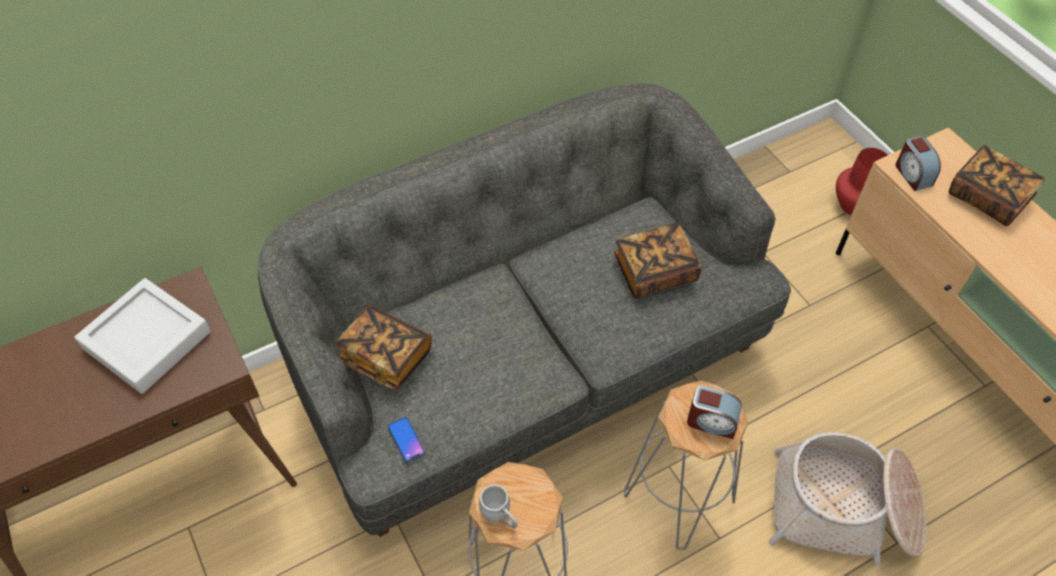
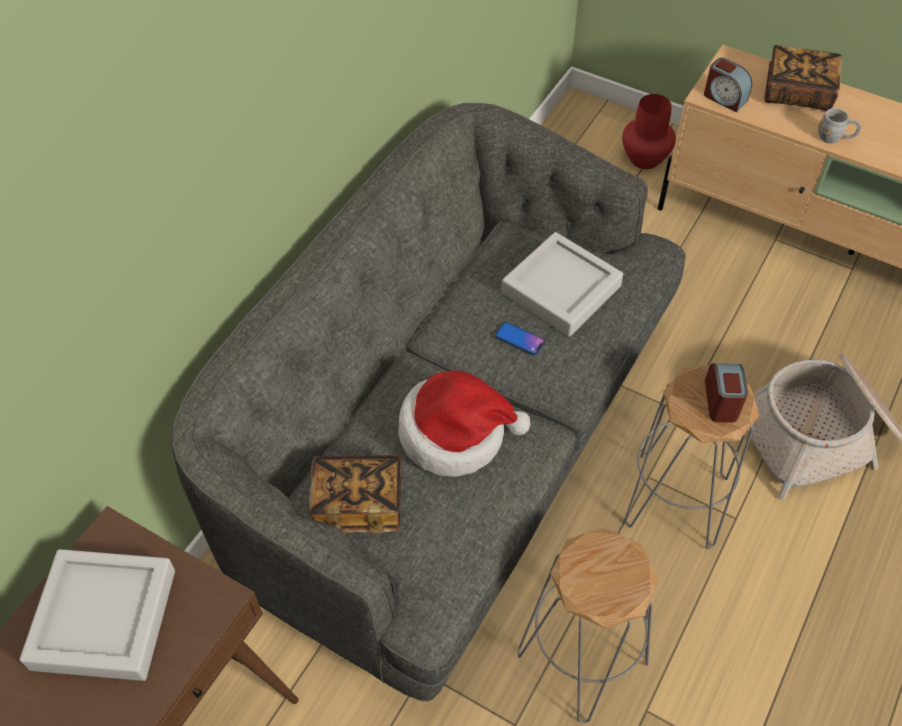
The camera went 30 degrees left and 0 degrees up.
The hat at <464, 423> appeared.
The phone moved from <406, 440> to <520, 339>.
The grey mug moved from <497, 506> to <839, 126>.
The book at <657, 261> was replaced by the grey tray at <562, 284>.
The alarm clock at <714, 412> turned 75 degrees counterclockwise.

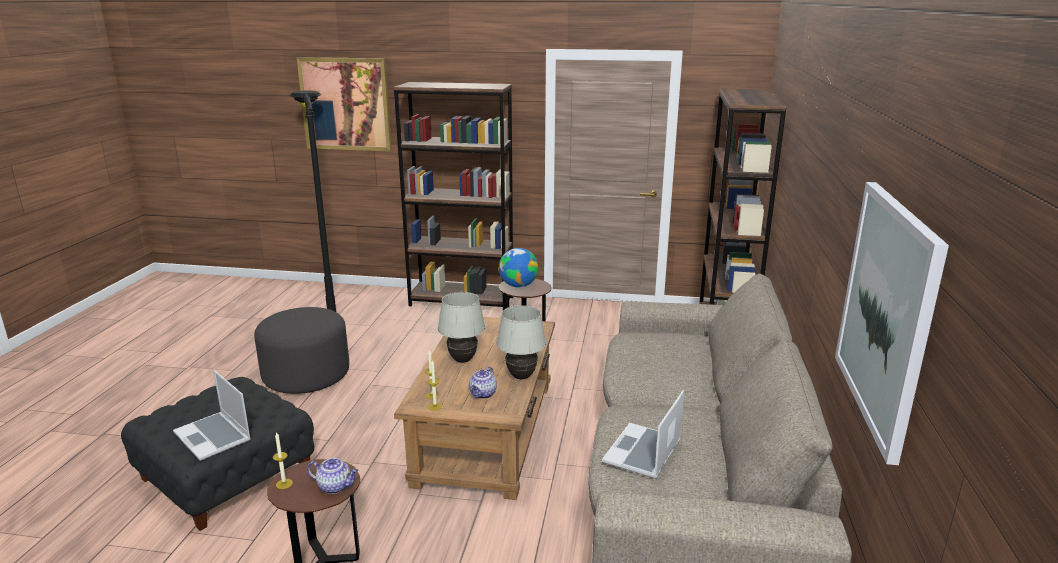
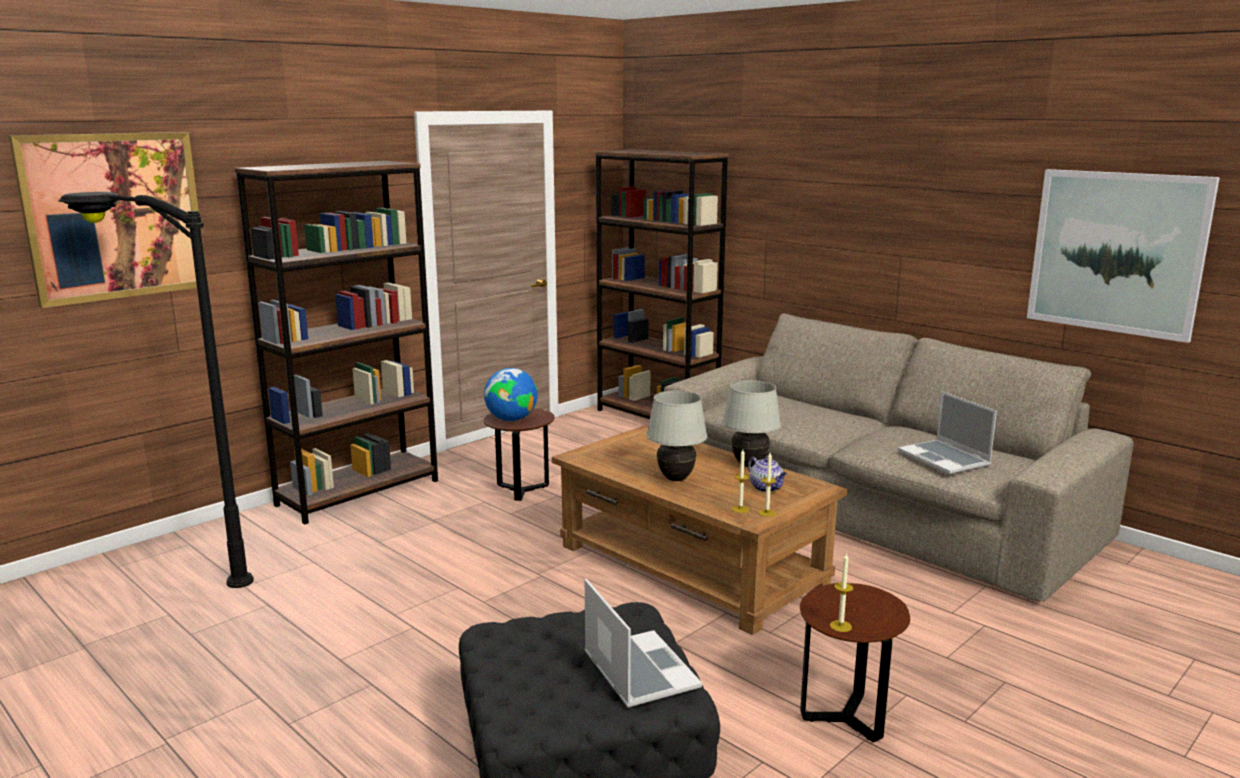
The camera went 55 degrees left and 5 degrees down.
The grey ottoman at <301, 350> disappeared.
The teapot at <332, 476> disappeared.
The laptop at <212, 415> turned 105 degrees counterclockwise.

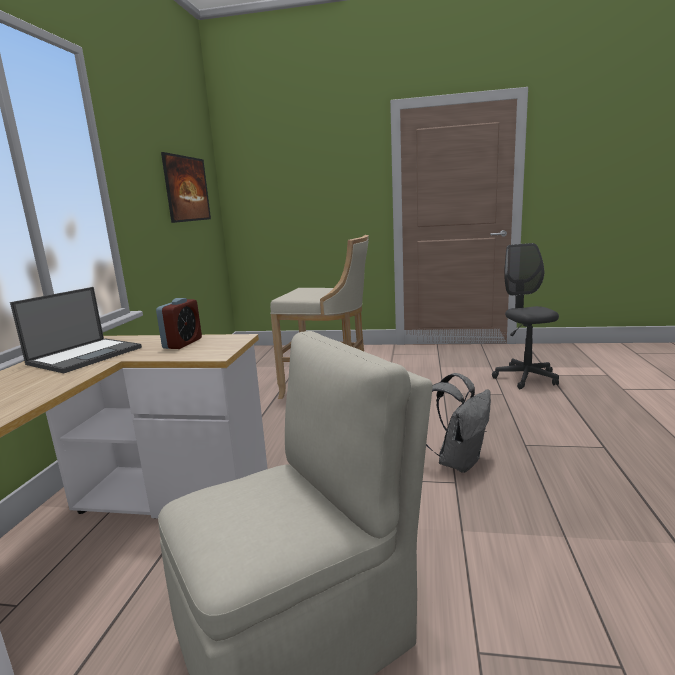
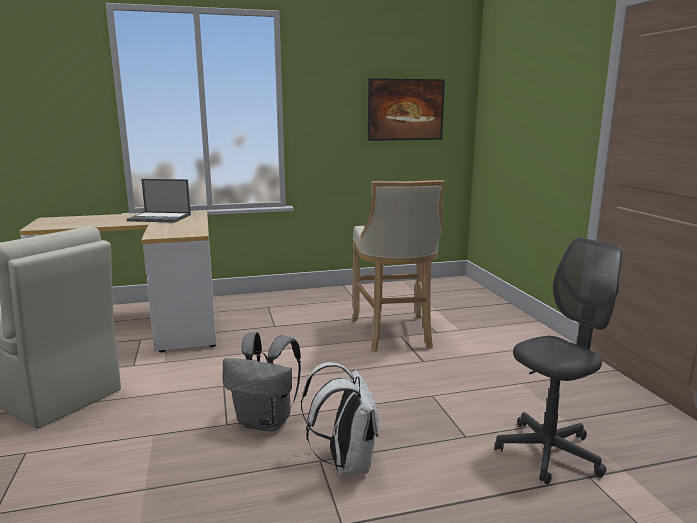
The camera went 65 degrees right and 0 degrees up.
The alarm clock at <179, 323> disappeared.
The white backpack at <340, 419> appeared.

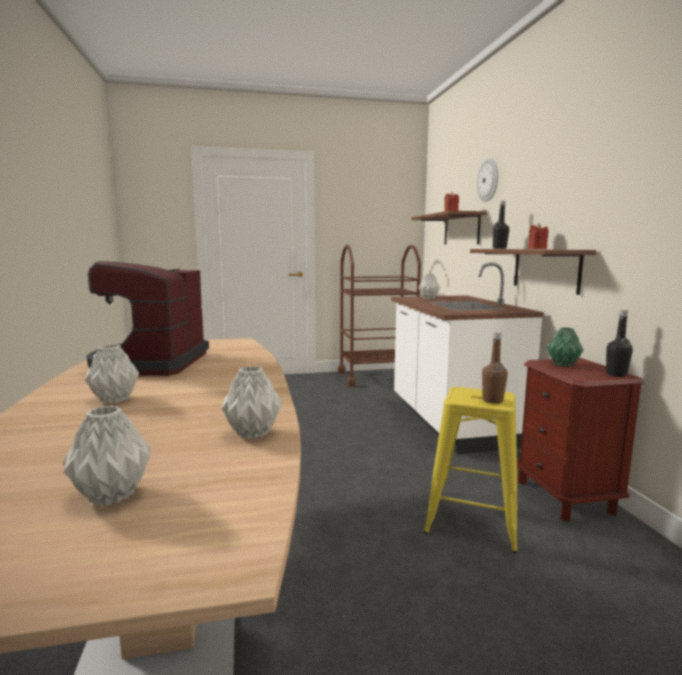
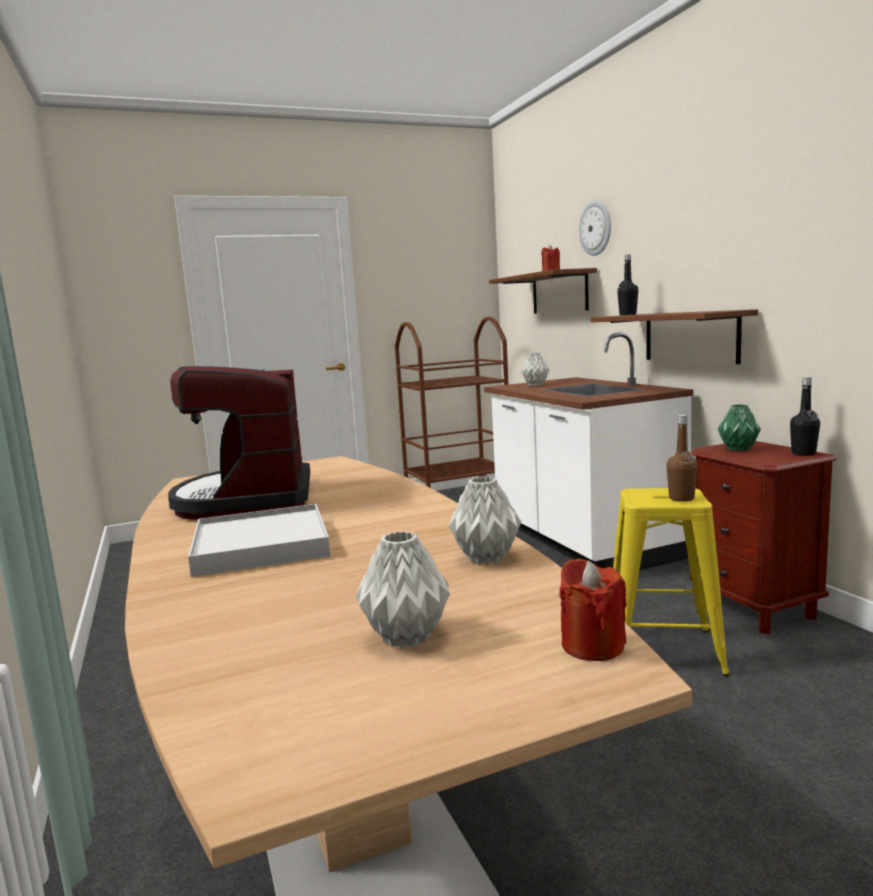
The camera went 10 degrees left and 0 degrees up.
The red candle moved from <538, 236> to <593, 610>.
The grey vase at <112, 373> was replaced by the white tray at <259, 540>.

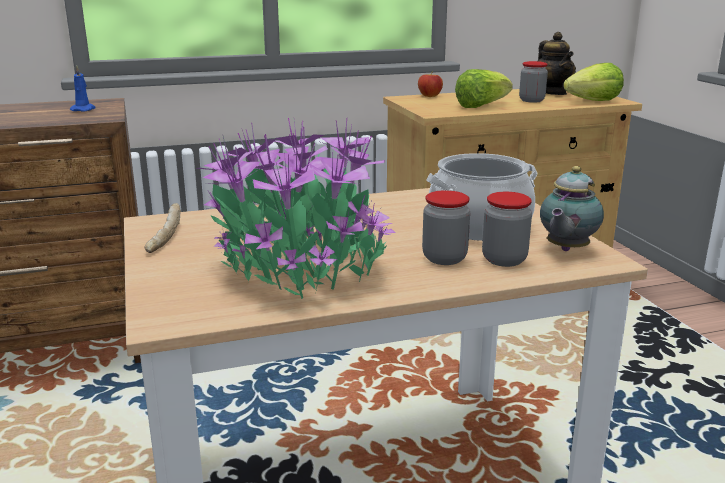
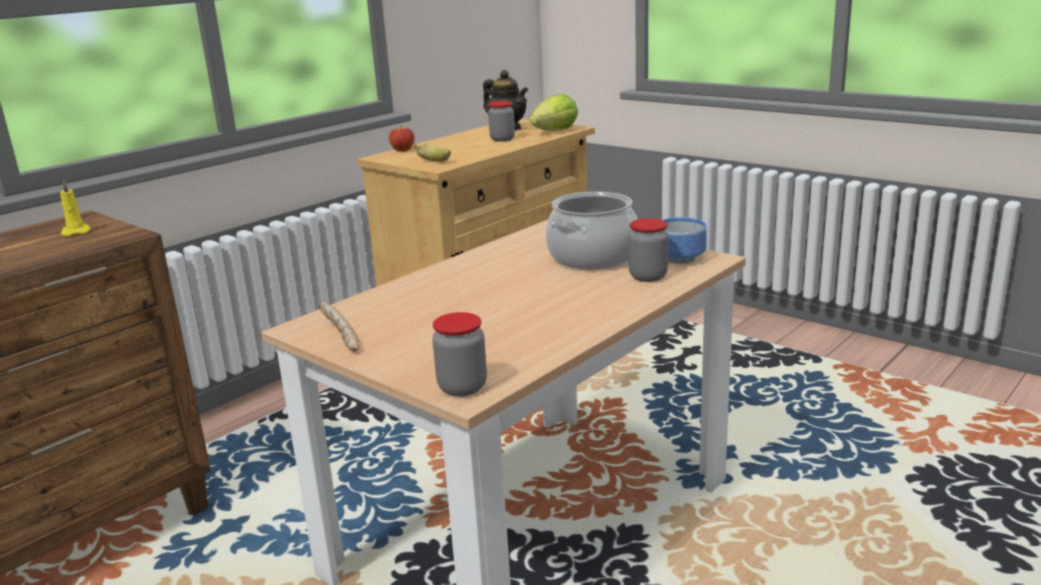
The camera went 30 degrees left and 0 degrees up.
The potted plant at <295, 208> disappeared.
The lettuce at <484, 88> disappeared.
The banana at <432, 152> appeared.
The jar moved from <446, 227> to <459, 354>.
The teapot at <572, 208> was replaced by the bowl at <685, 240>.
The blue candle at <83, 89> became the yellow candle at <75, 208>.

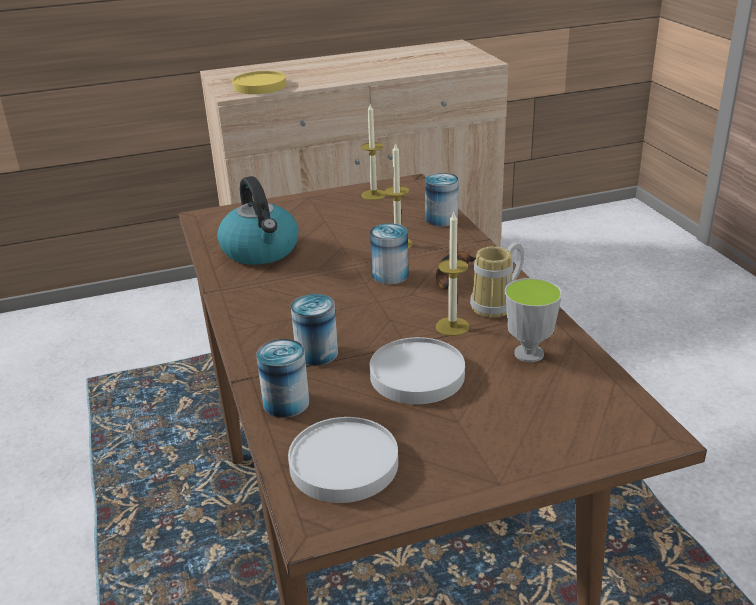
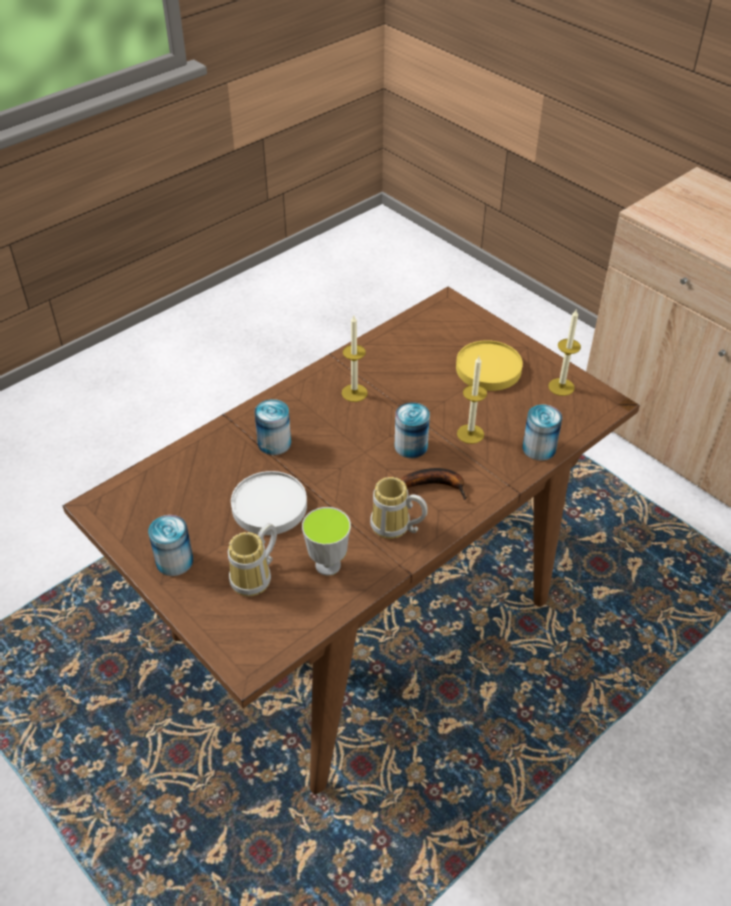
The camera went 65 degrees right and 15 degrees up.
The kettle at <258, 220> disappeared.
The white plate at <343, 460> disappeared.
The mug at <252, 559> appeared.
The yellow plate moved from <259, 82> to <489, 365>.
The can moved from <282, 378> to <170, 545>.
The candle moved from <452, 273> to <355, 359>.

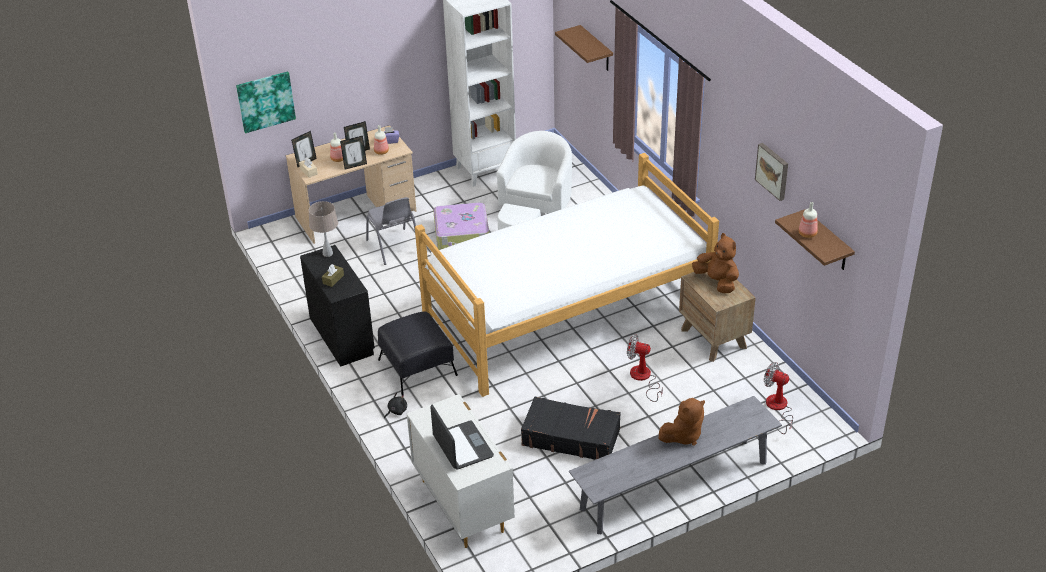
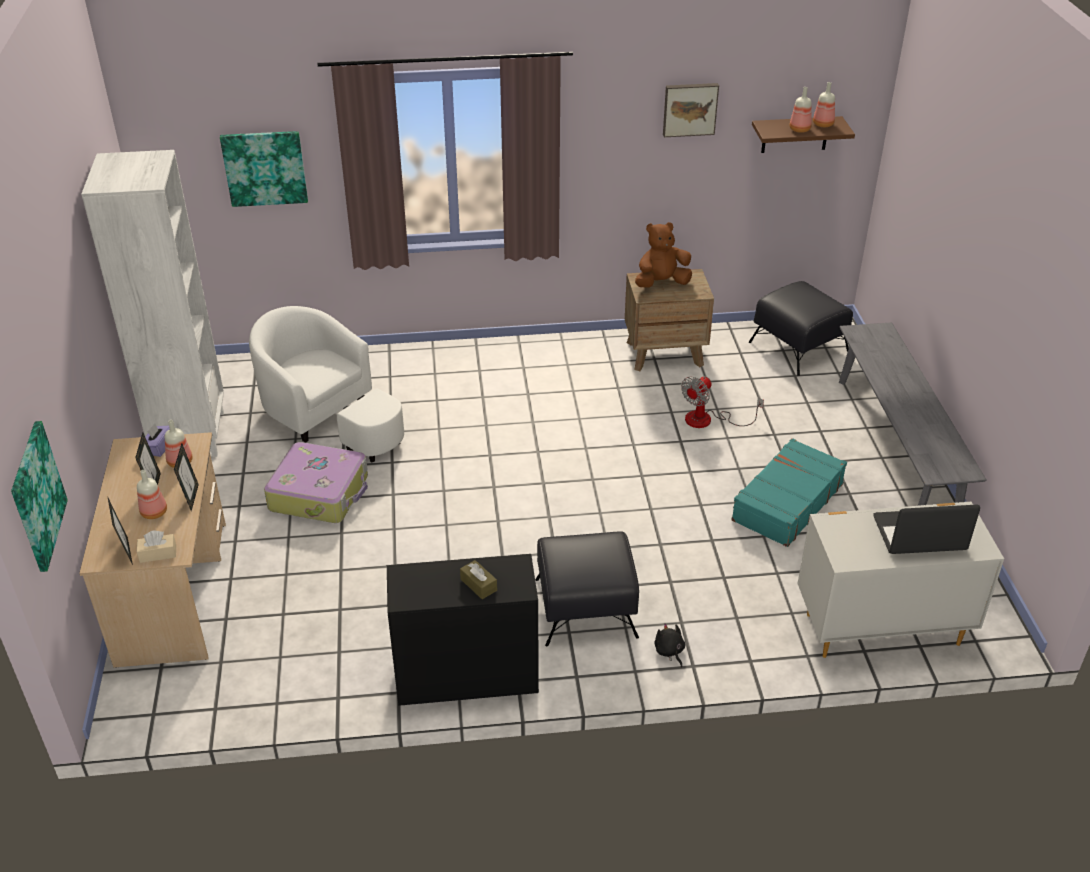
The camera went 70 degrees left and 0 degrees up.
The beige table lamp at <323, 229> disappeared.
The grey chair at <391, 231> disappeared.
The bed at <567, 275> disappeared.
The brown plush toy at <682, 422> disappeared.
The bottle at <824, 104> appeared.
The brown shelf at <584, 48> was replaced by the picture at <264, 169>.
The fan at <778, 398> was replaced by the black ottoman at <801, 328>.
The black suitcase at <571, 428> became the turquoise suitcase at <789, 492>.

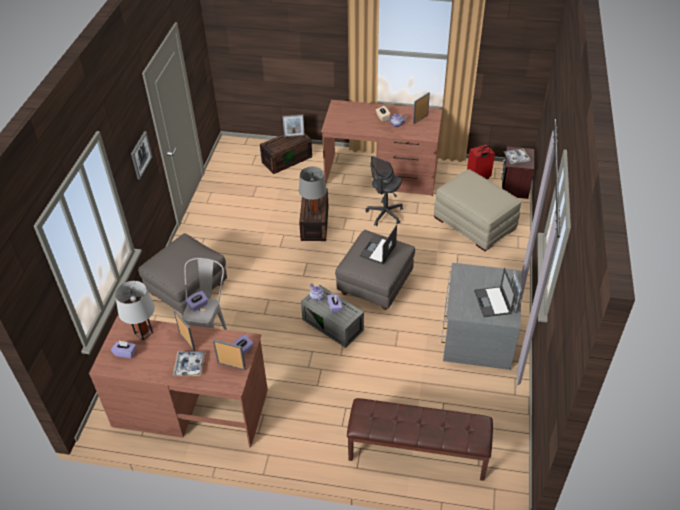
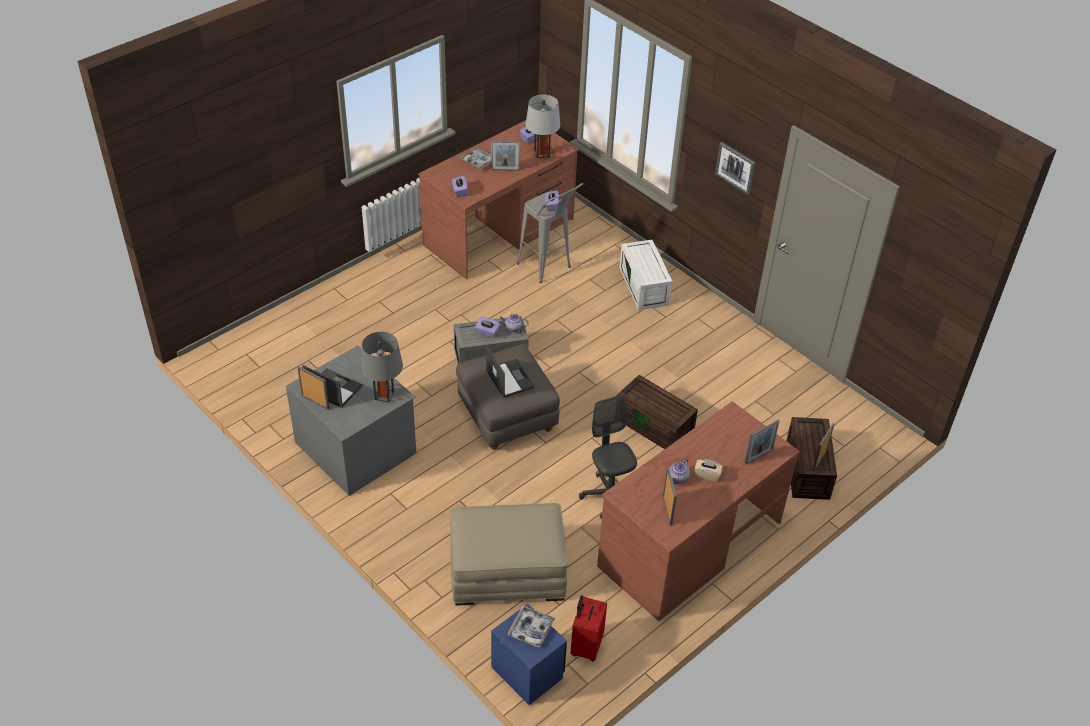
The camera went 125 degrees right and 0 degrees up.
The brown bench at <420, 439> disappeared.
The picture frame moved from <229, 354> to <762, 442>.
The grey table lamp moved from <313, 191> to <382, 367>.
The grey ottoman at <182, 274> was replaced by the white storage box at <646, 275>.
The brown nightstand at <517, 173> became the blue nightstand at <529, 654>.

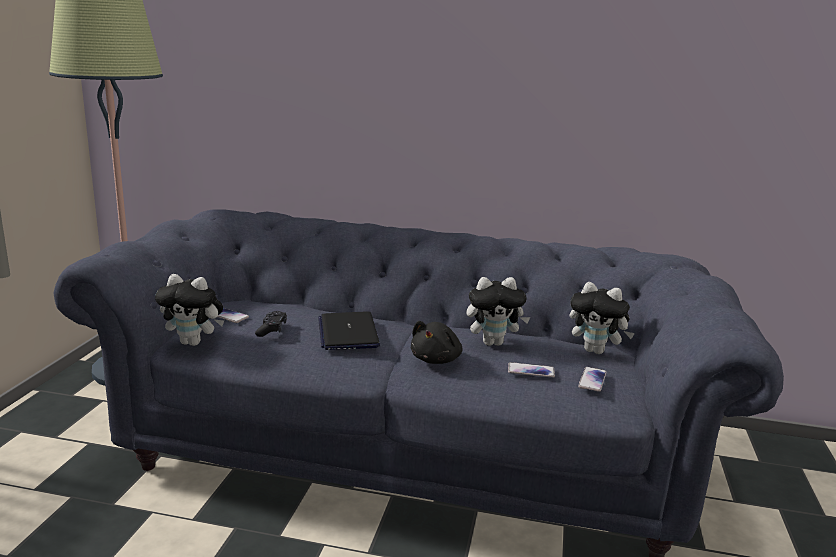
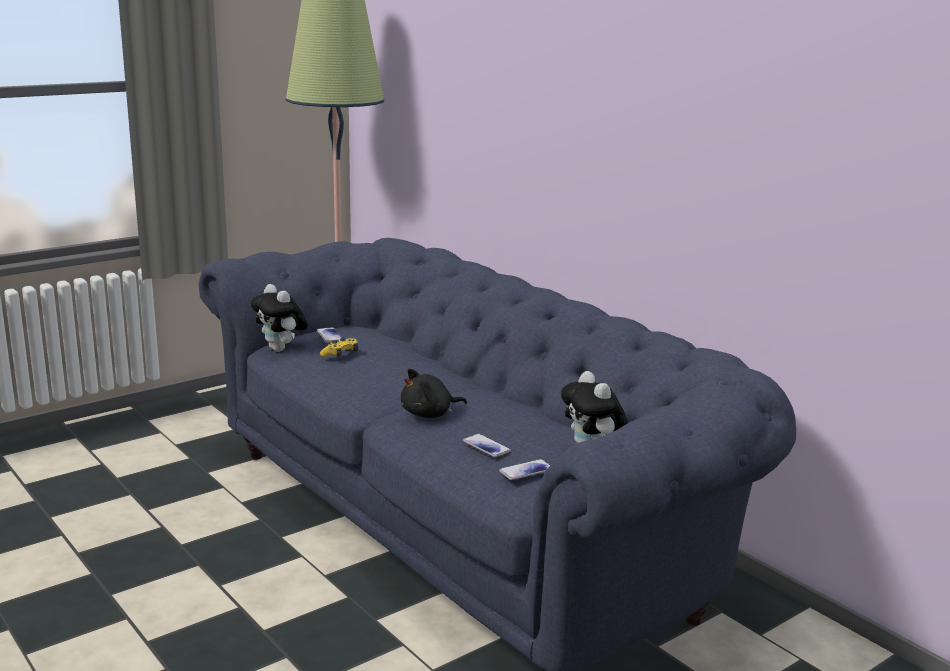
The camera went 40 degrees right and 0 degrees up.
The laptop at <349, 330> disappeared.
The plush toy at <498, 311> disappeared.
The black game controller at <271, 324> became the yellow game controller at <339, 347>.

